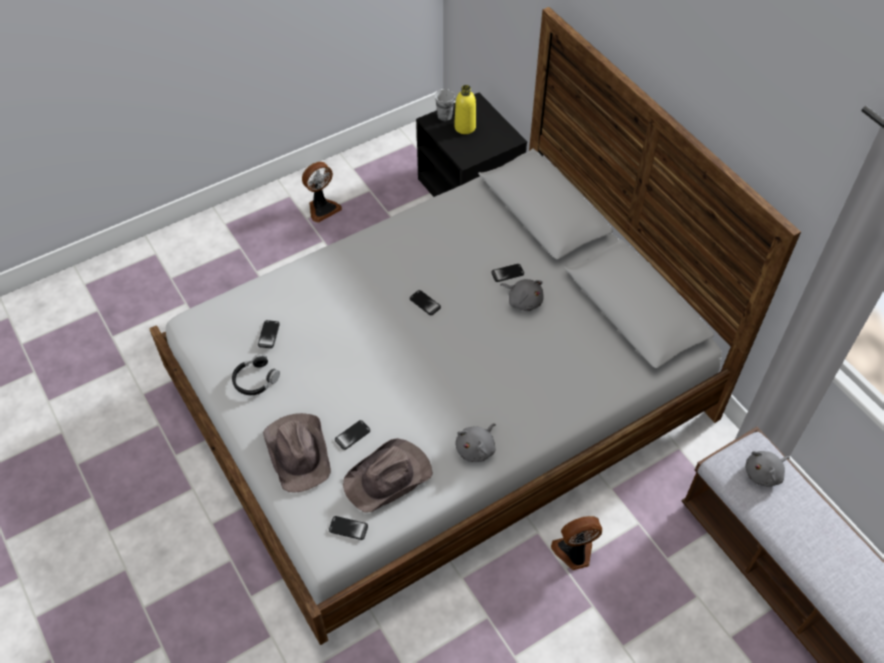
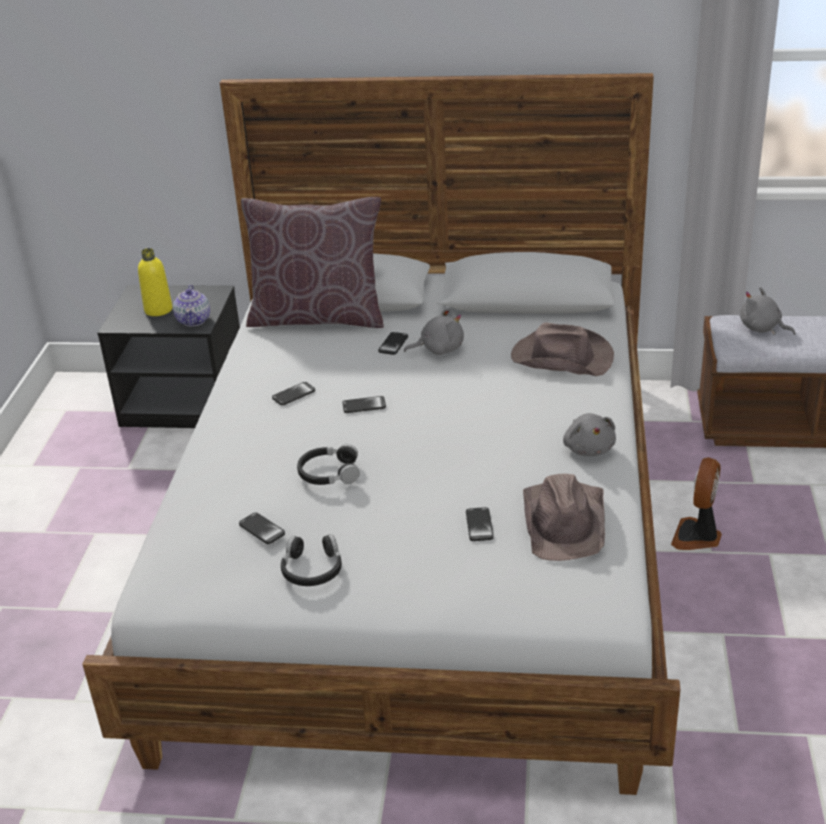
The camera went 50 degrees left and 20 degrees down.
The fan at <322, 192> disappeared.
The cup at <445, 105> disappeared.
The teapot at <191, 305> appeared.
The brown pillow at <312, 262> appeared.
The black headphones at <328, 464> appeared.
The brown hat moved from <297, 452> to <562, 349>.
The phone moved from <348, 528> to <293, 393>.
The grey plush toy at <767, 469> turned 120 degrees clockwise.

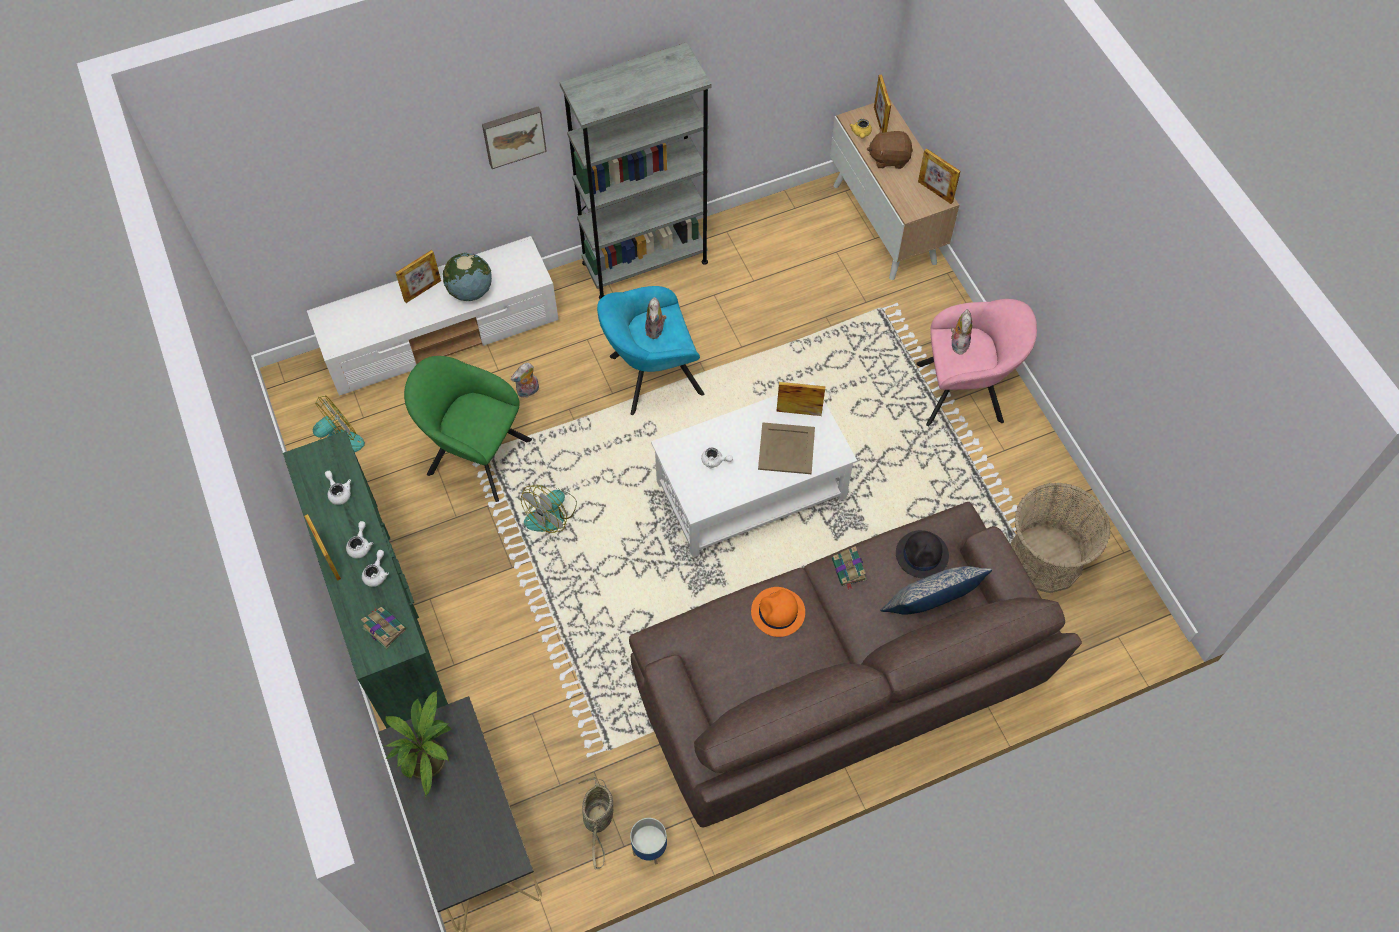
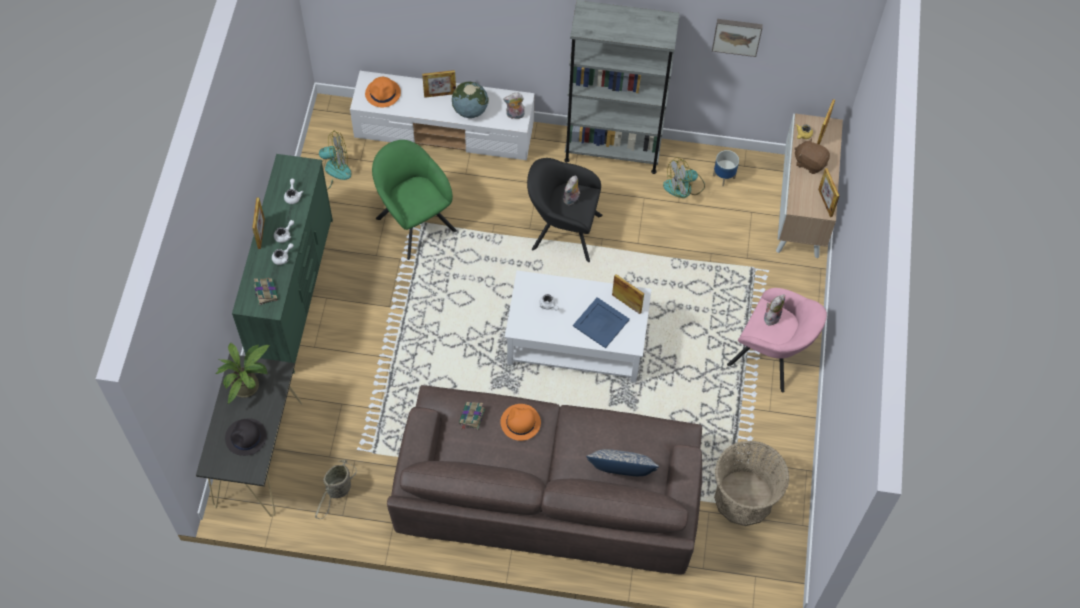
The camera went 30 degrees right and 0 degrees up.
The orange hat at <383, 92> appeared.
The picture moved from <514, 137> to <737, 38>.
The plush toy moved from <525, 380> to <514, 106>.
The fan moved from <549, 509> to <684, 177>.
The planter moved from <648, 841> to <726, 168>.
The book moved from <849, 568> to <472, 416>.
The black hat moved from <922, 554> to <246, 437>.
The turquoise armchair at <650, 350> became the black armchair at <564, 210>.
The beige tray at <786, 448> became the blue tray at <601, 322>.

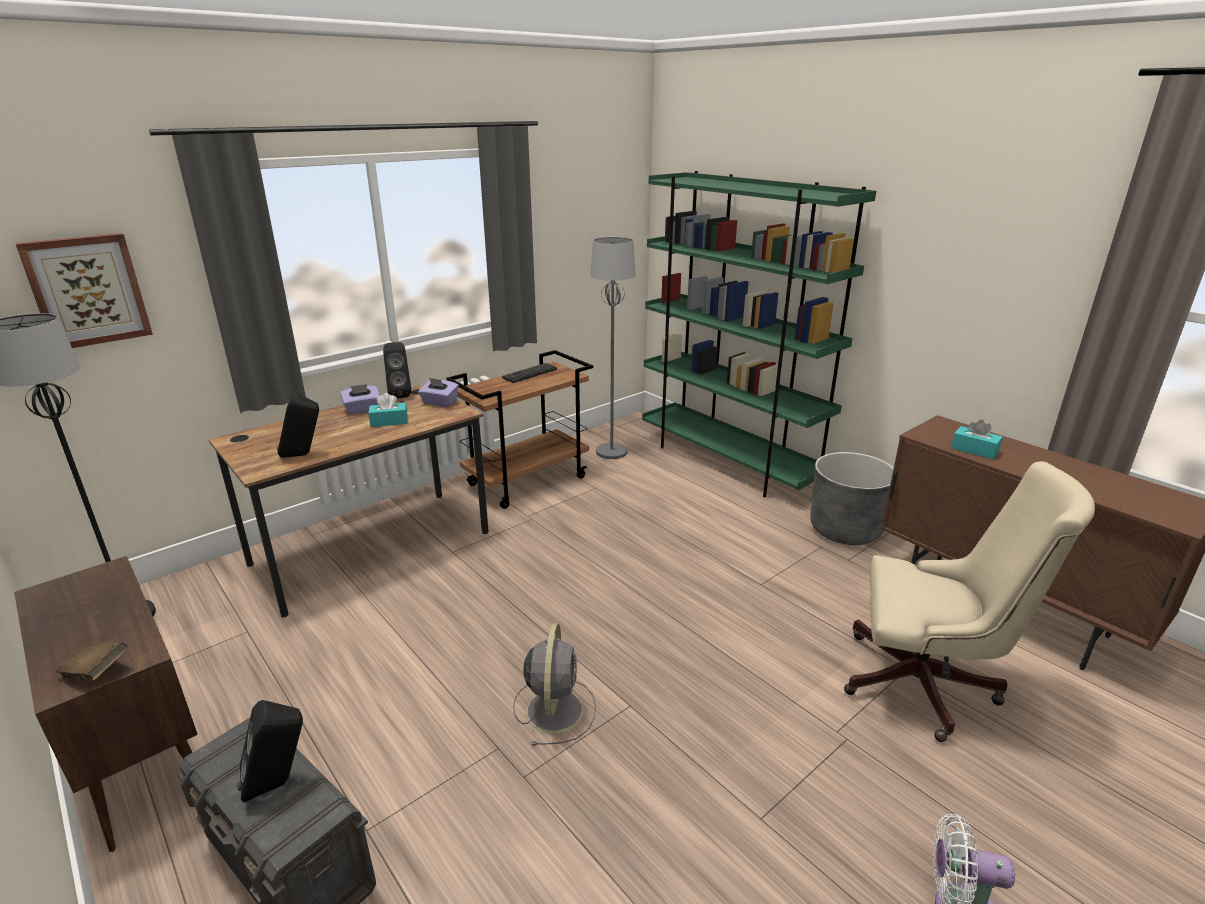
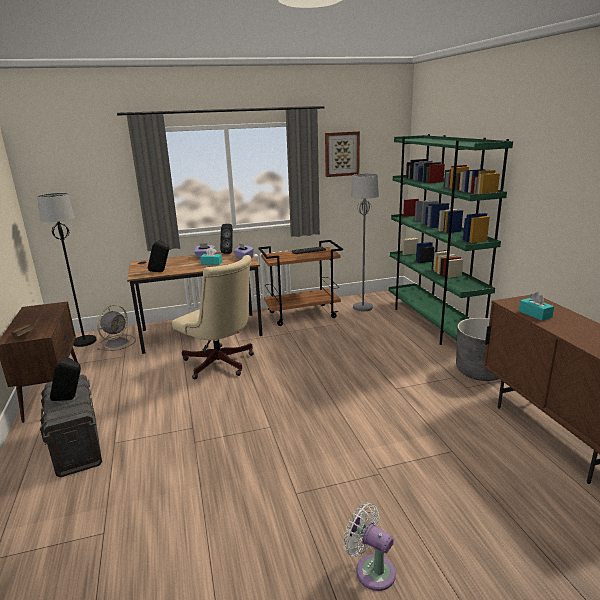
The camera went 25 degrees right and 5 degrees down.
The picture moved from <84, 290> to <342, 154>.
The grey fan moved from <554, 684> to <116, 328>.
The beige office chair moved from <969, 601> to <213, 317>.

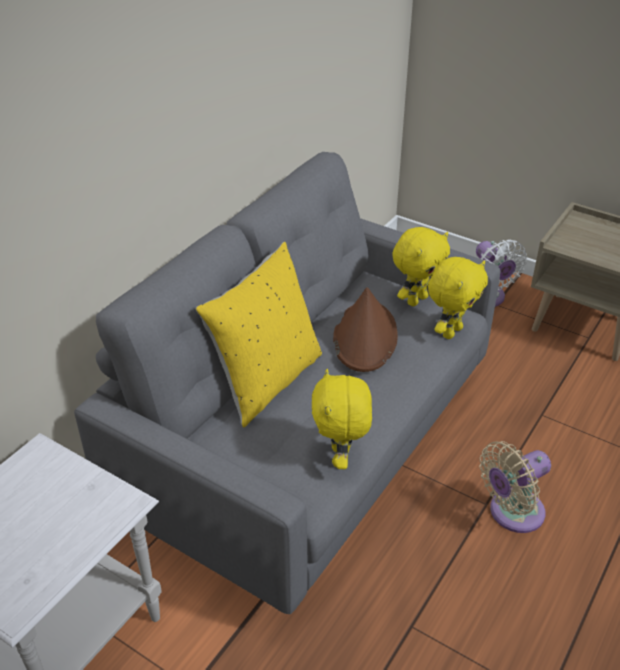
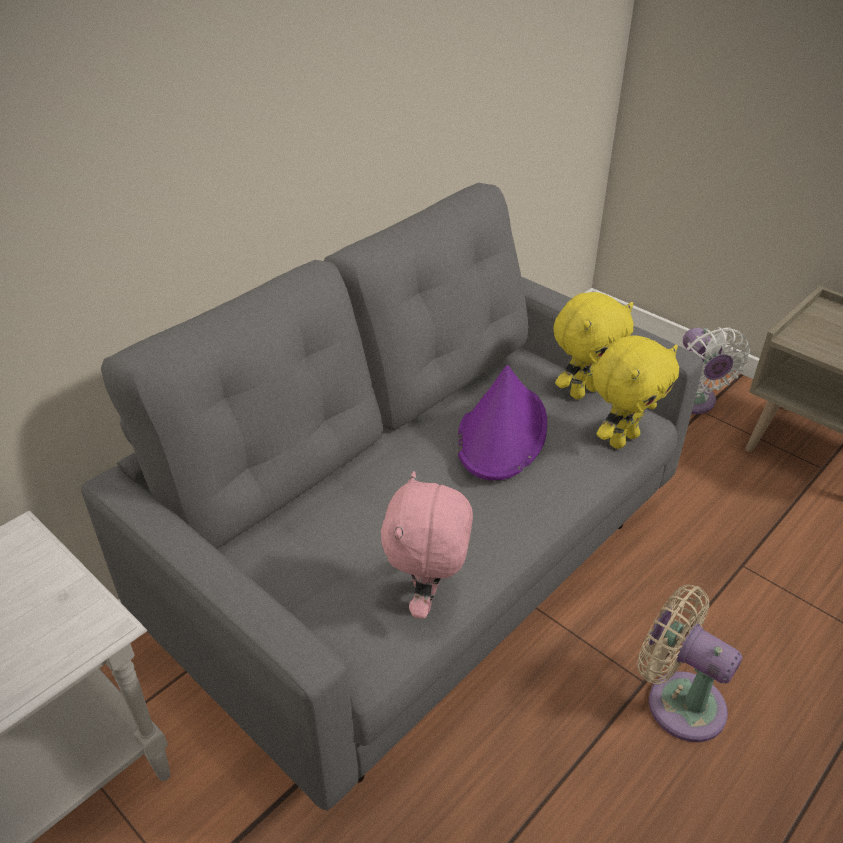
The camera went 10 degrees right and 0 degrees up.
The yellow pillow at <259, 334> disappeared.
The yellow plush toy at <342, 419> became the pink plush toy at <427, 545>.
The brown hat at <365, 329> became the purple hat at <502, 423>.
The beige fan at <515, 487> turned 60 degrees clockwise.

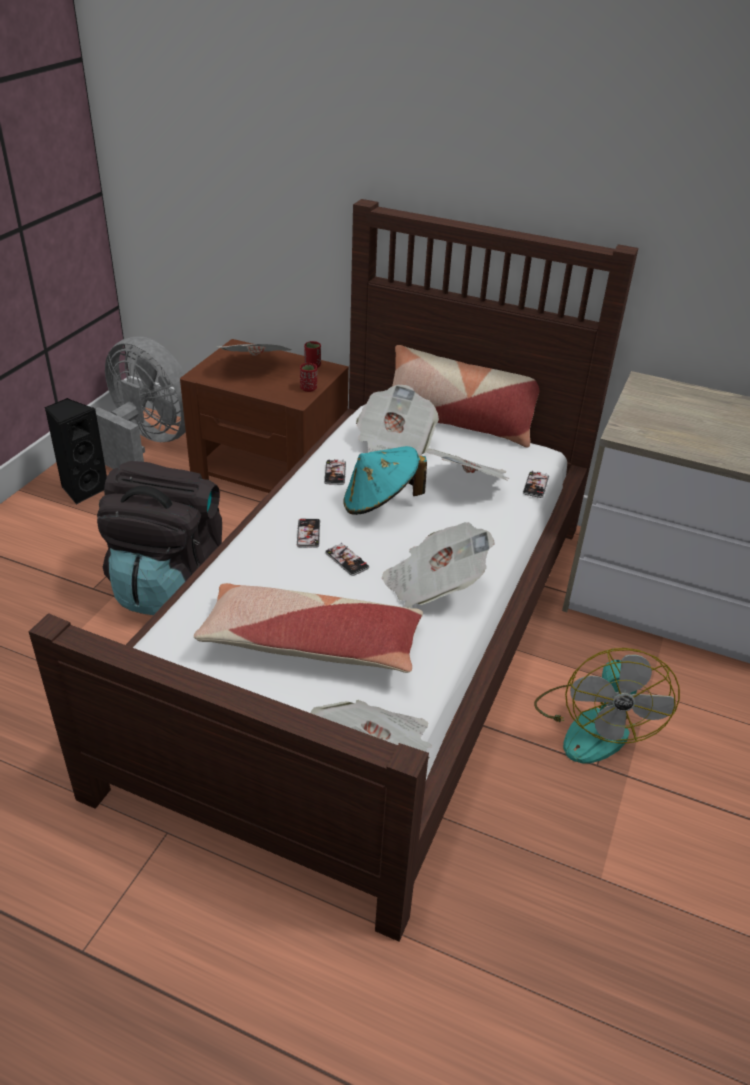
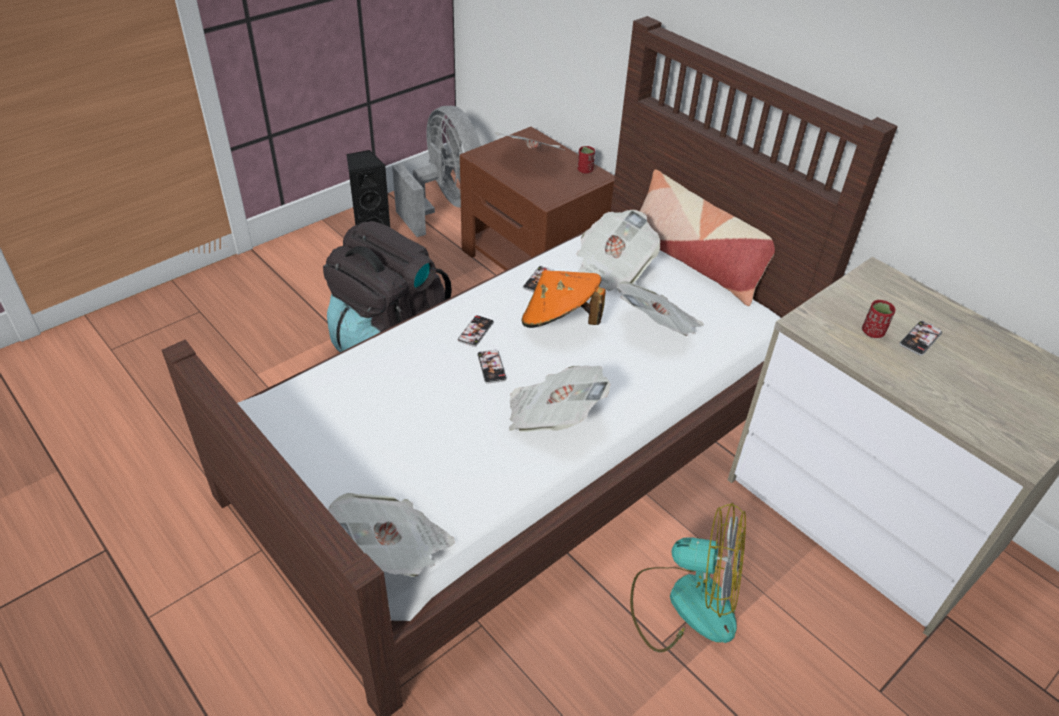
The camera went 25 degrees right and 5 degrees up.
The pillow at <308, 628> disappeared.
The red cup moved from <308, 377> to <878, 319>.
The phone moved from <536, 484> to <920, 338>.
The turquoise hat at <385, 480> became the orange hat at <564, 299>.
The fan at <607, 706> turned 105 degrees counterclockwise.

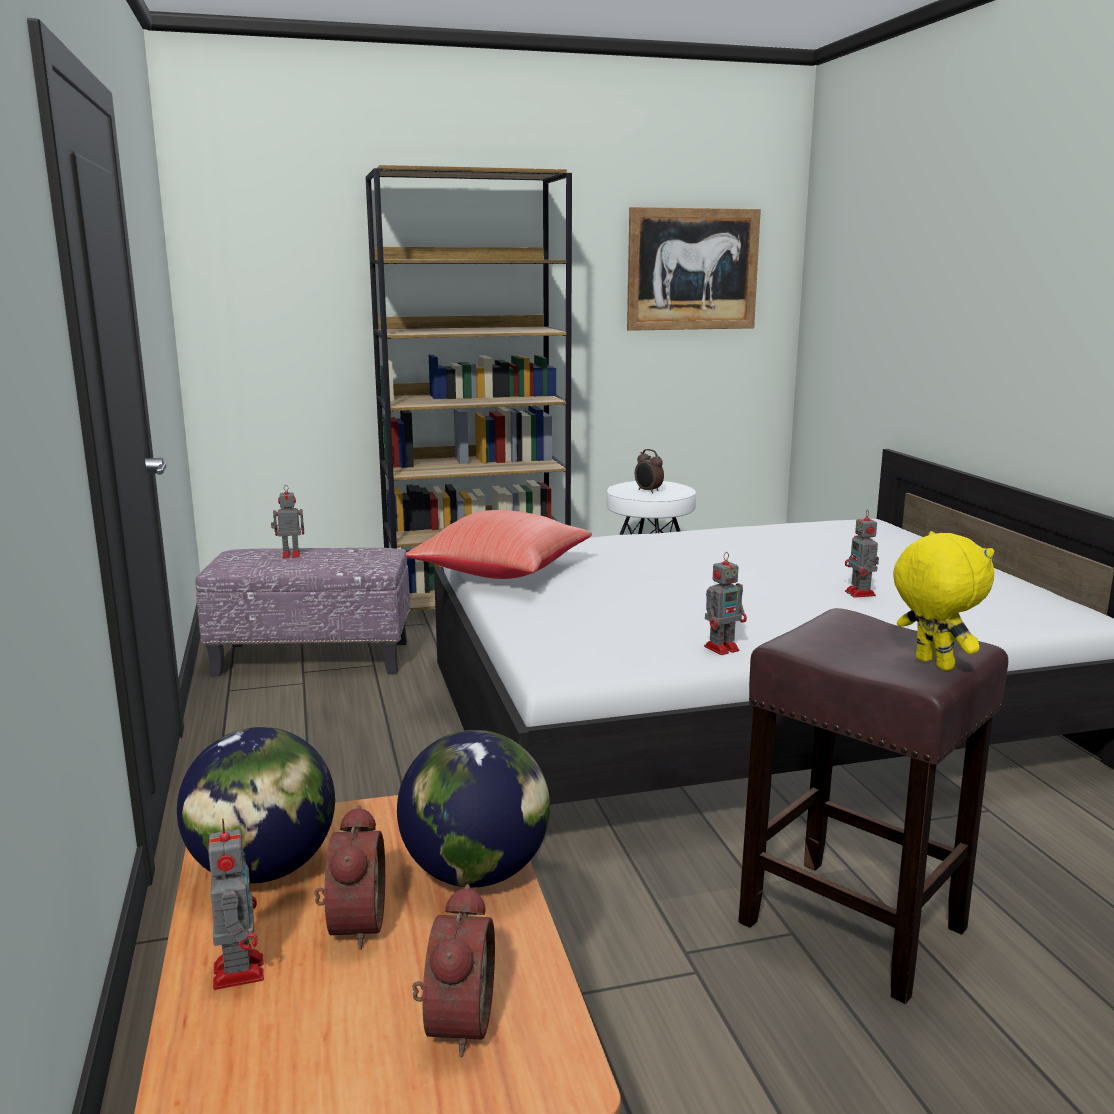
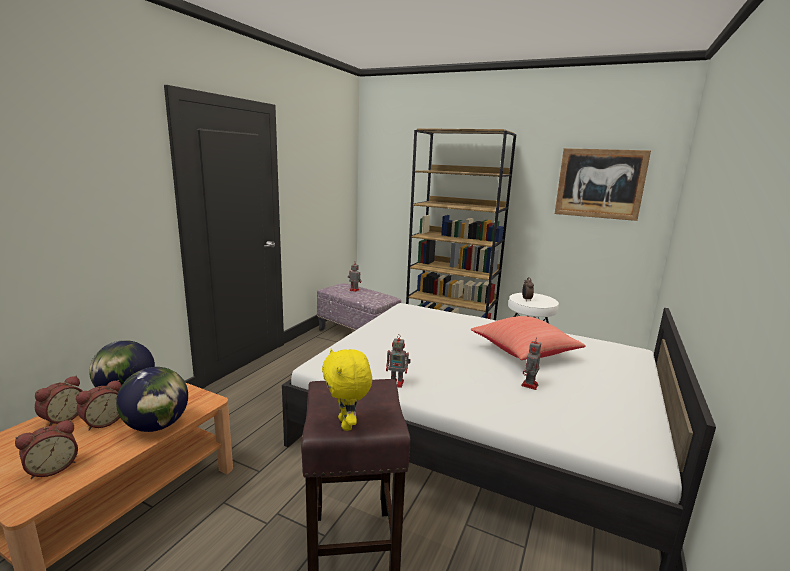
The camera went 40 degrees right and 0 degrees up.
The red pillow moved from <498, 544> to <528, 338>.
The toy robot at <236, 904> was replaced by the alarm clock at <58, 401>.
The yellow plush toy at <943, 601> turned 150 degrees clockwise.

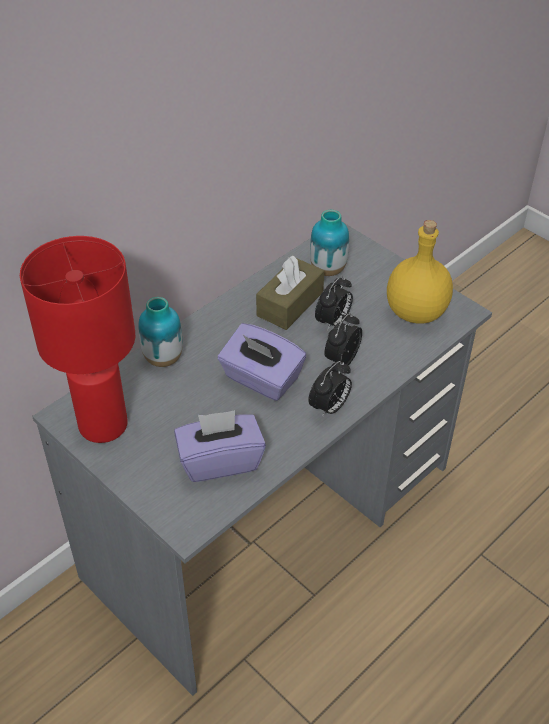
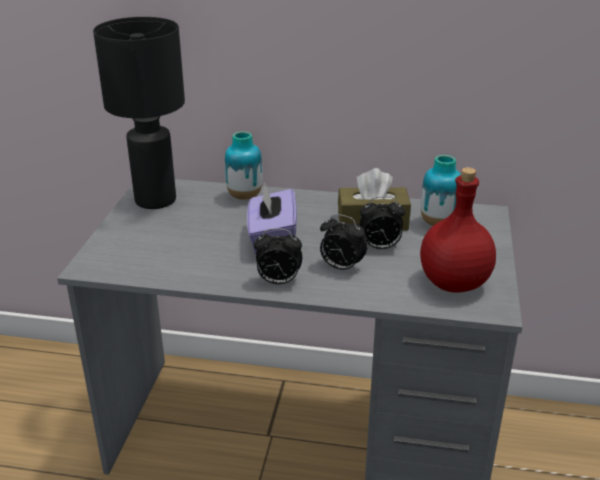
The camera went 55 degrees right and 15 degrees down.
The purple tissue box at <220, 446> disappeared.
The red table lamp at <77, 339> became the black table lamp at <139, 113>.
The yellow bottle at <420, 272> became the red bottle at <458, 230>.
The alarm clock at <343, 339> turned 150 degrees counterclockwise.

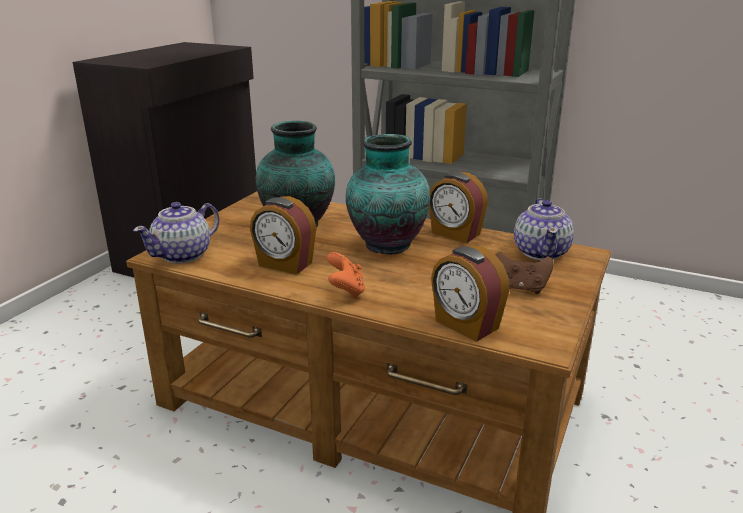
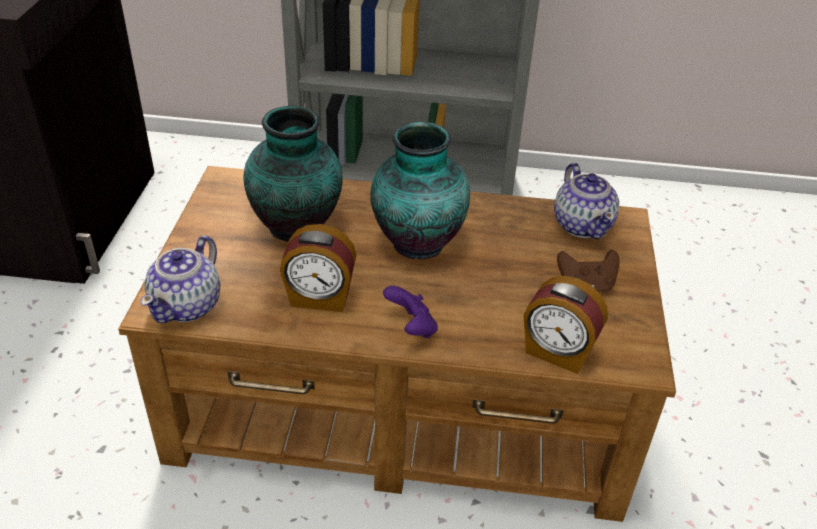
The camera went 20 degrees left and 15 degrees up.
The alarm clock at <458, 207> disappeared.
The orange game controller at <346, 275> became the purple game controller at <410, 312>.

